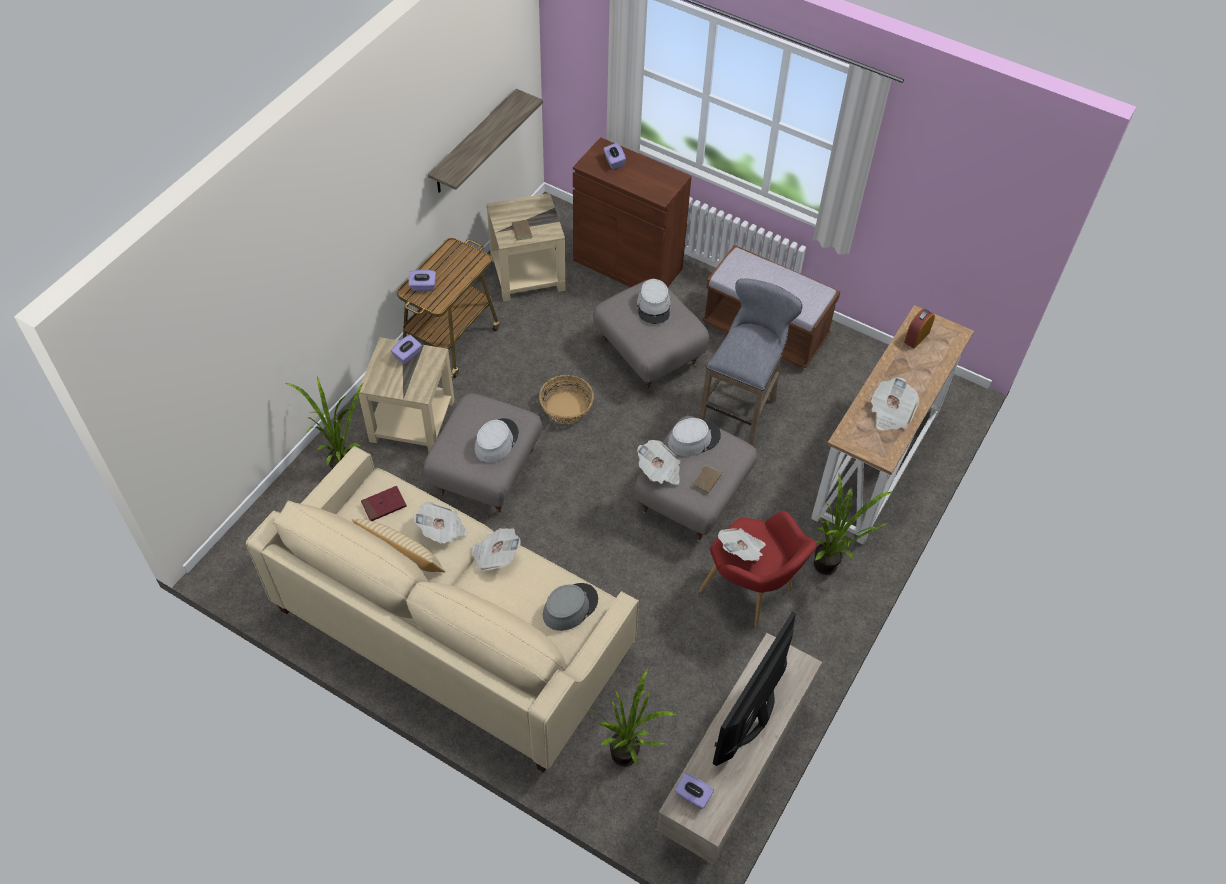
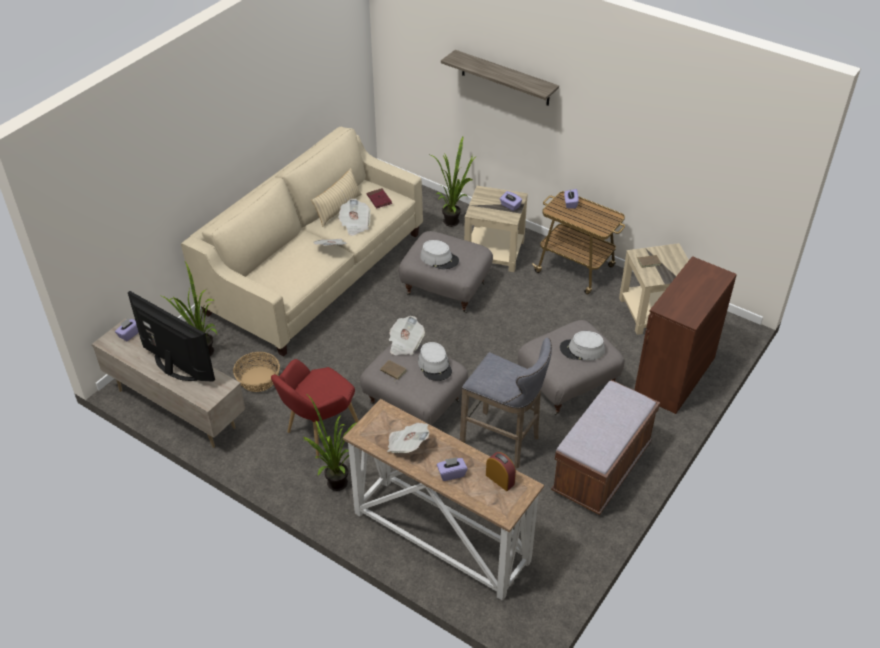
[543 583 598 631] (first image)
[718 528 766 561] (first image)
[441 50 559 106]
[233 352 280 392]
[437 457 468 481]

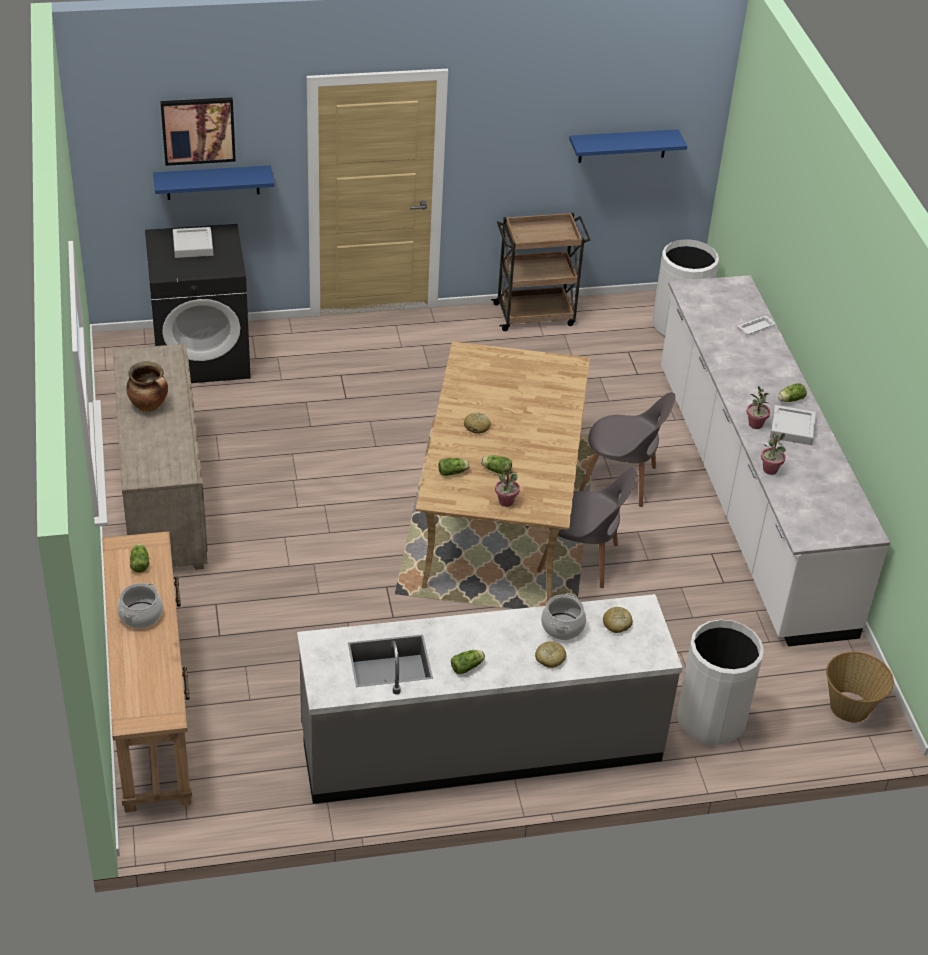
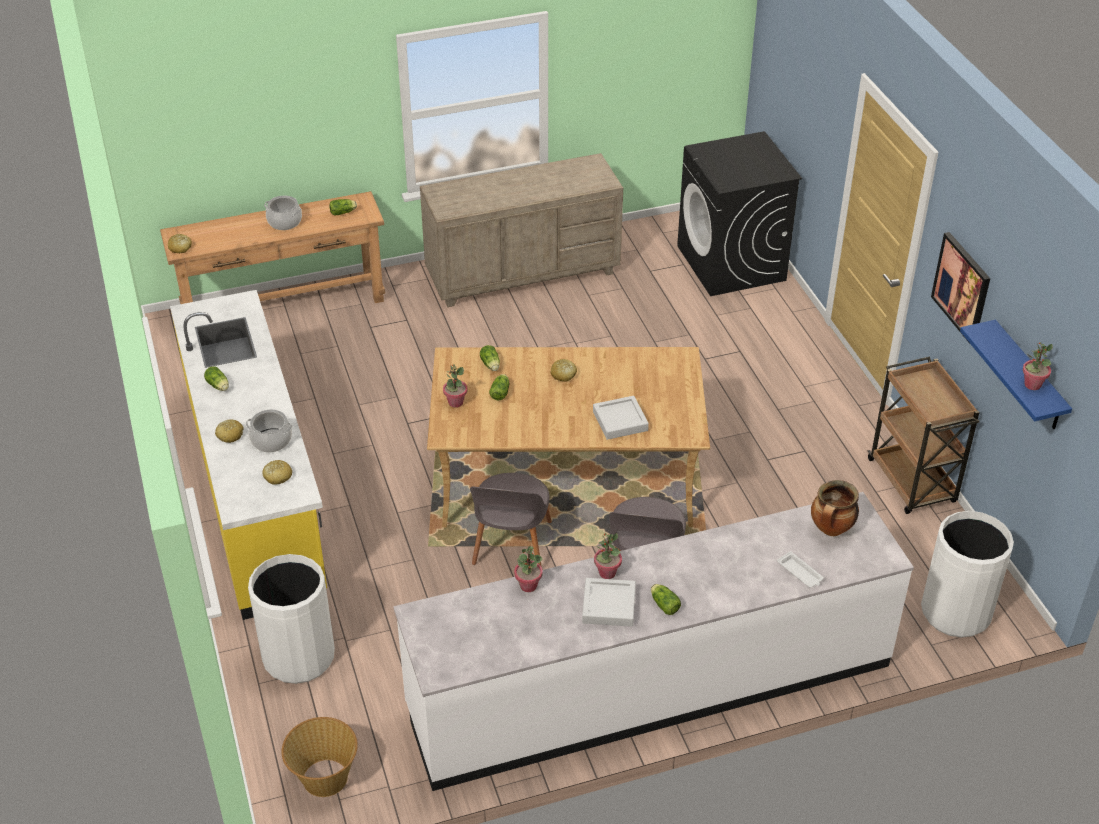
[153 165 274 200] (first image)
[168 234 192 253]
[1023 342 1053 390]
[811 480 859 536]
[931 232 990 344]
[593 396 649 440]
[170 290 327 620]

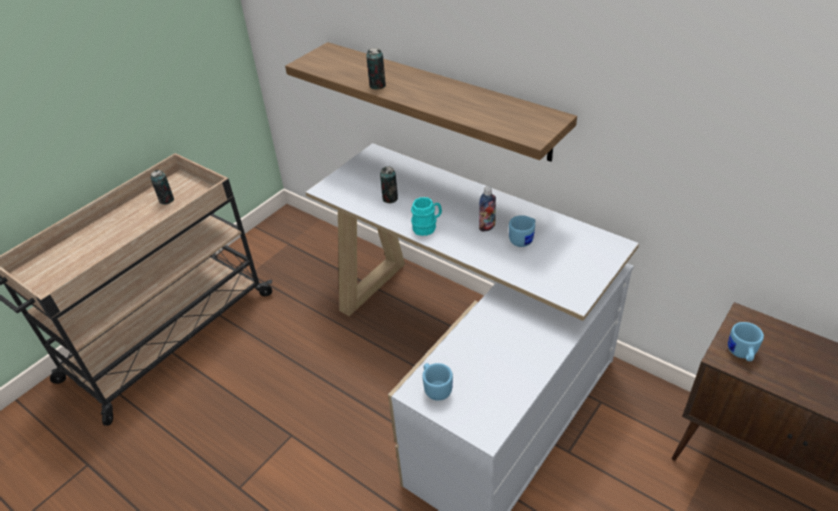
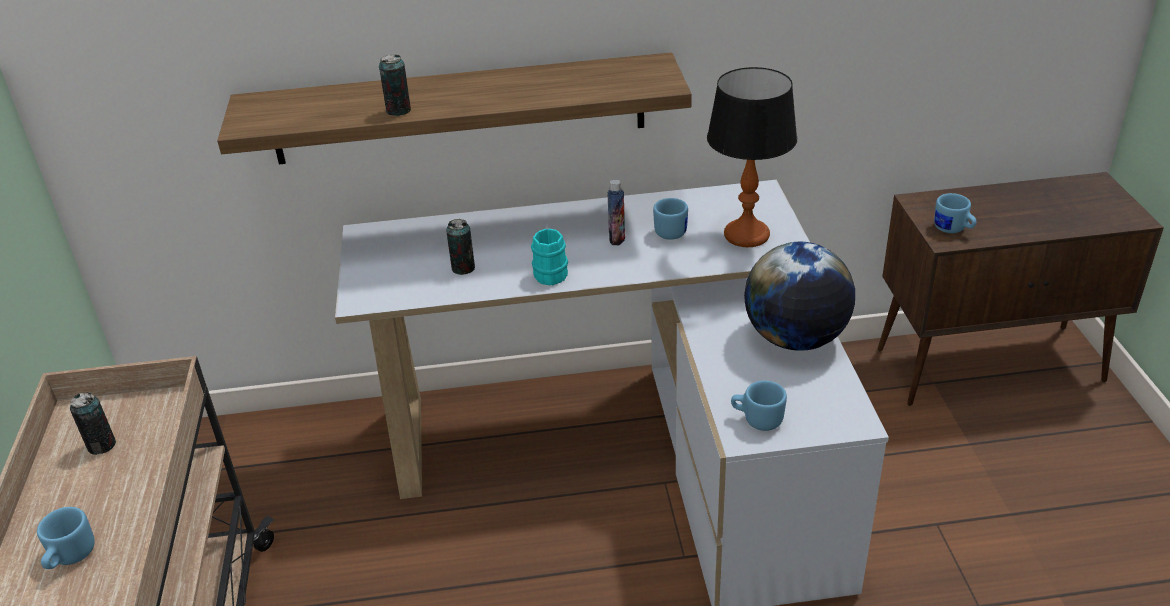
[37 507 95 569]
[707 67 797 247]
[744 242 855 351]

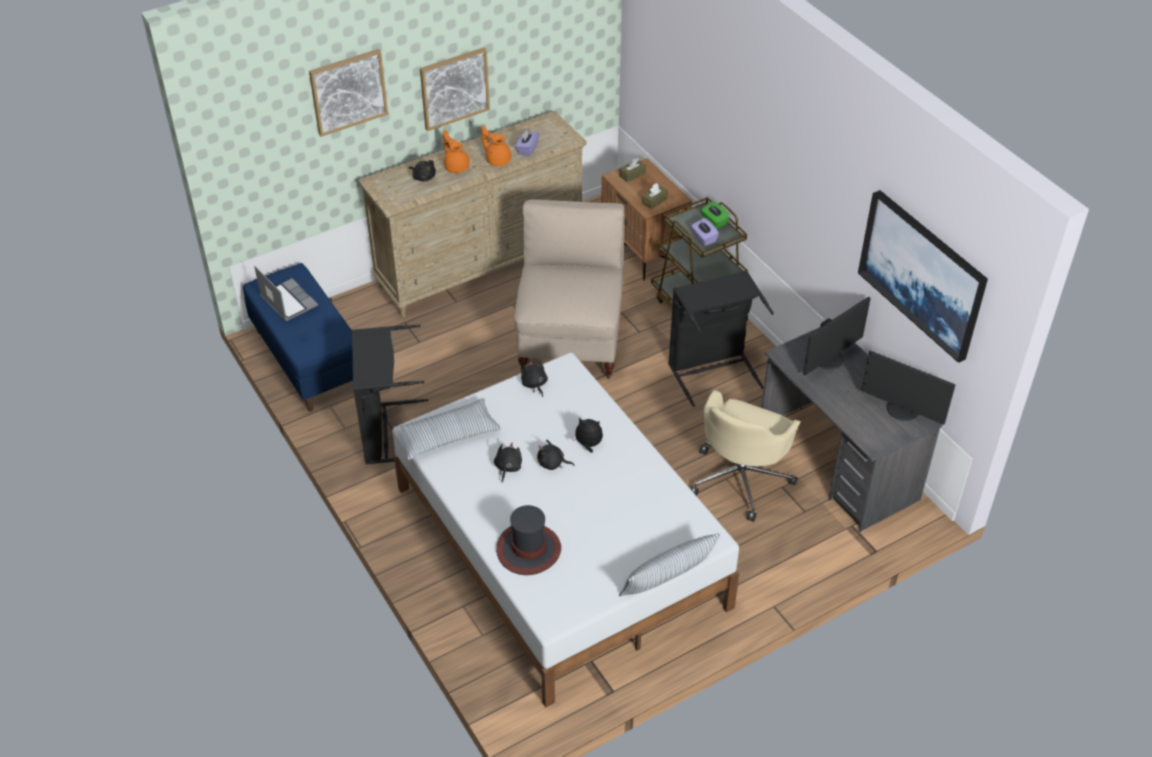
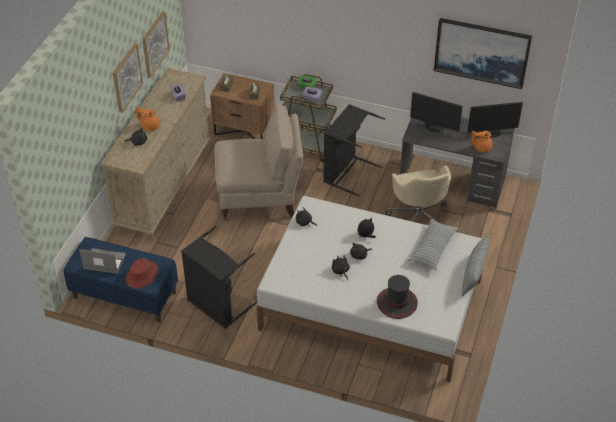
[126 258 158 288]
[142 11 170 78]
[408 219 458 271]
[471 131 493 152]
[214 104 303 221]
[410 92 463 132]

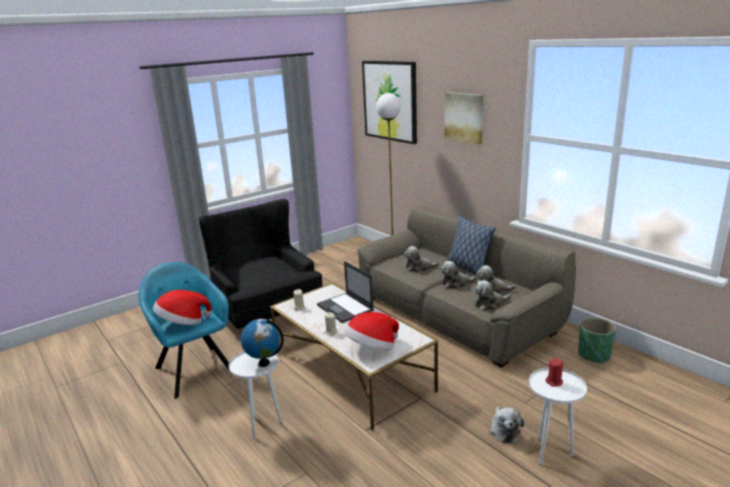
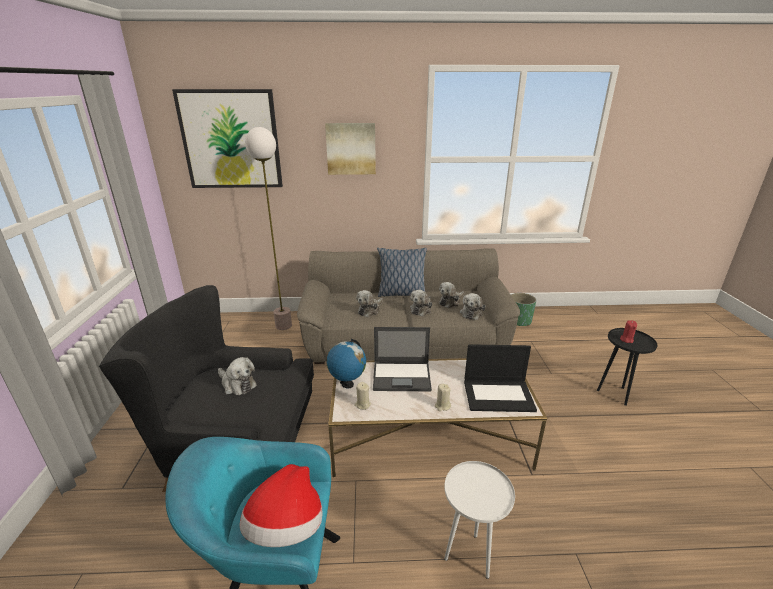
[327 339 366 388]
[218 357 257 395]
[464 344 537 412]
[597 328 657 406]

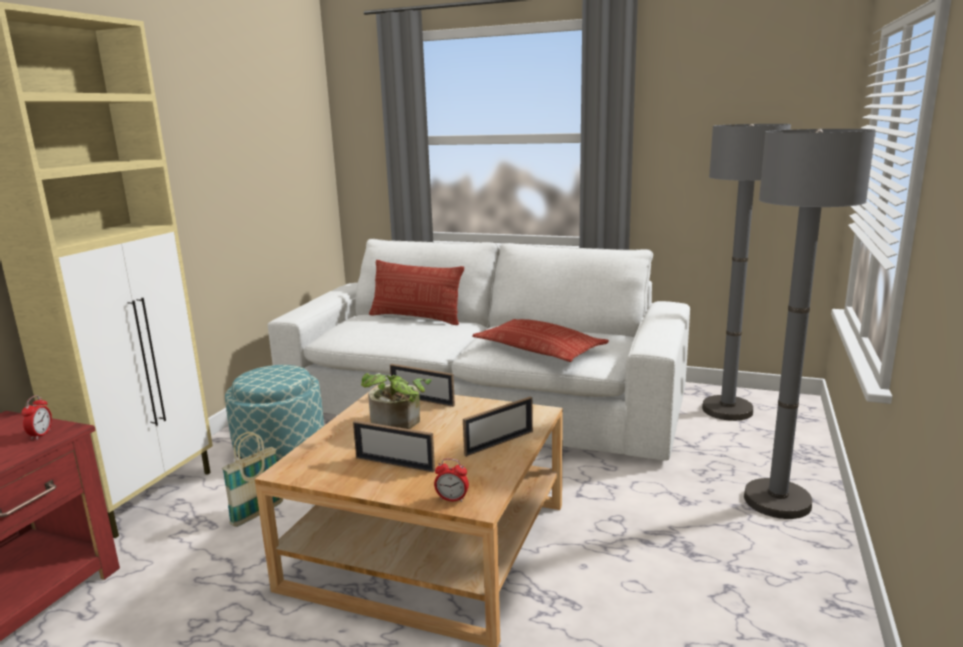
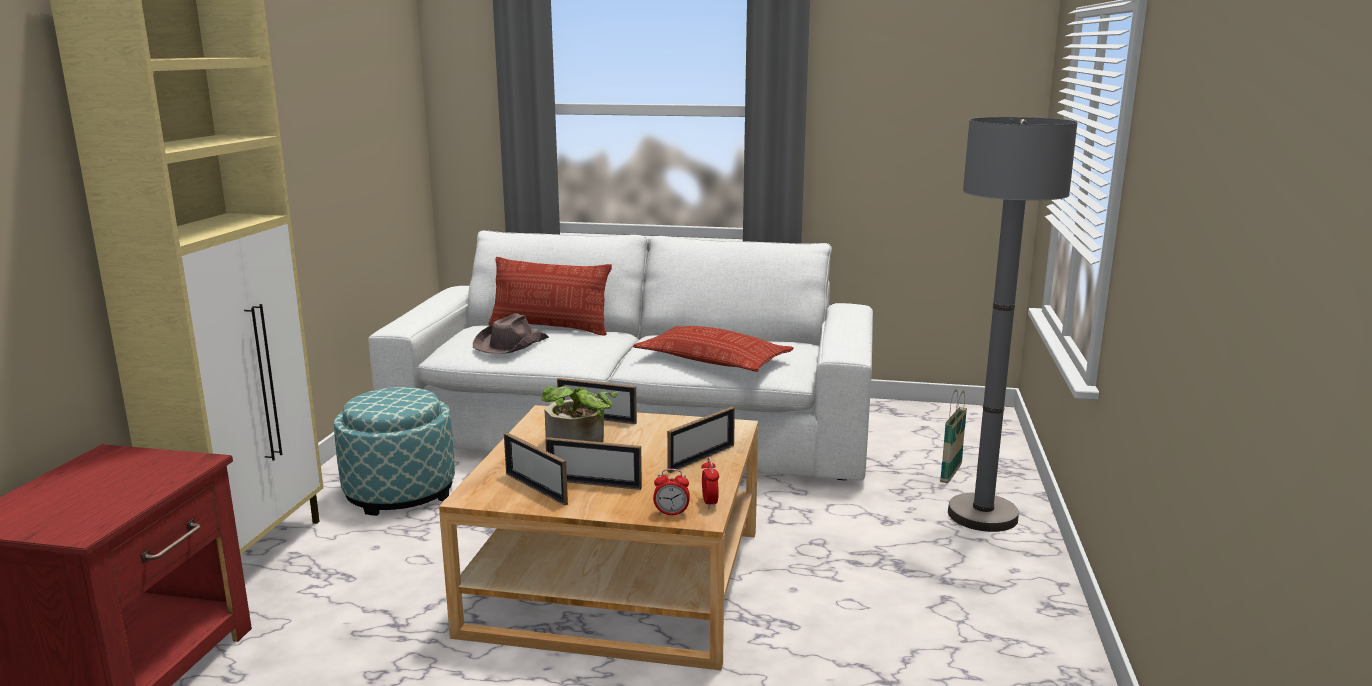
[702 124 791 421] (first image)
[473 313 549 354]
[504 432 568 506]
[701 457 719 508]
[940 389 967 483]

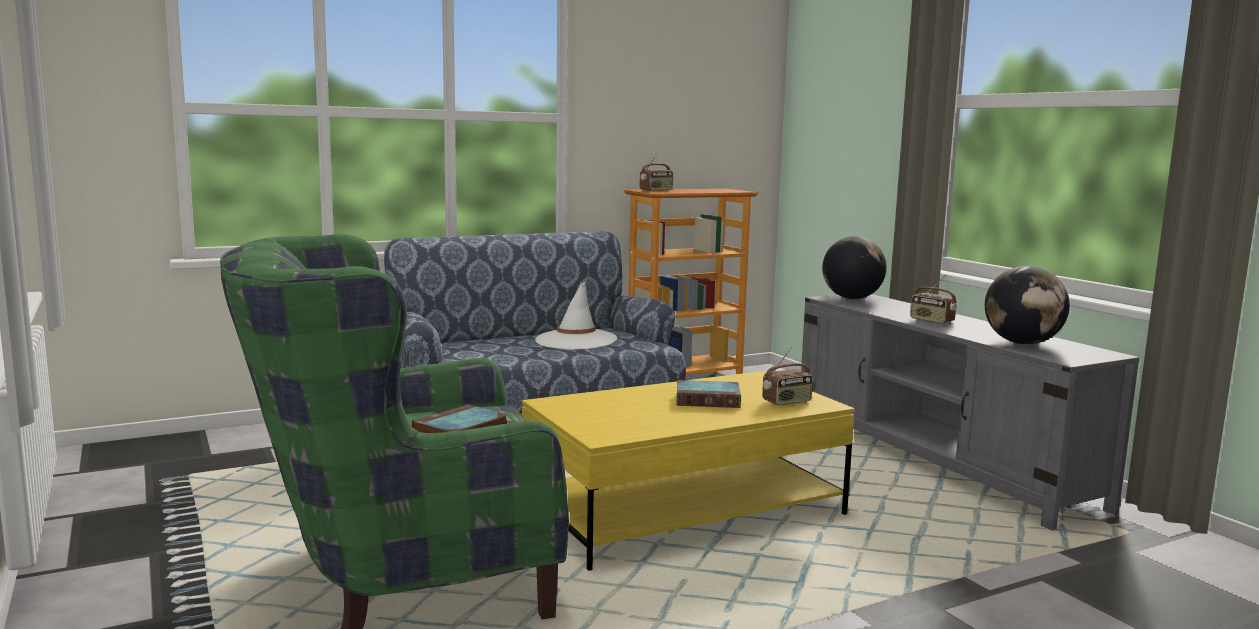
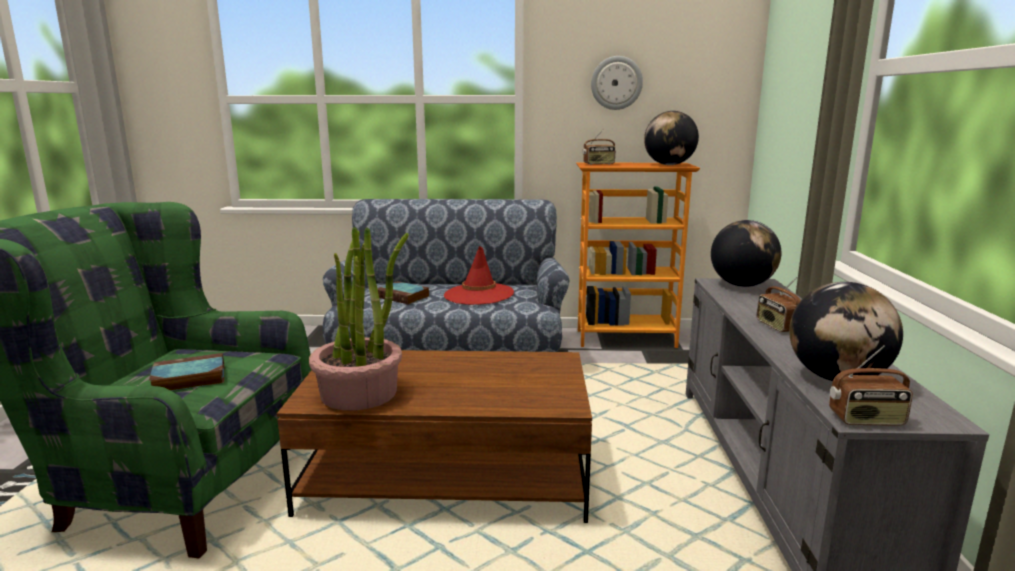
[309 227 409 410]
[591 56 643 110]
[644 111 699 165]
[377 281 429 304]
[829 345 913 425]
[277 350 592 523]
[444 246 514 305]

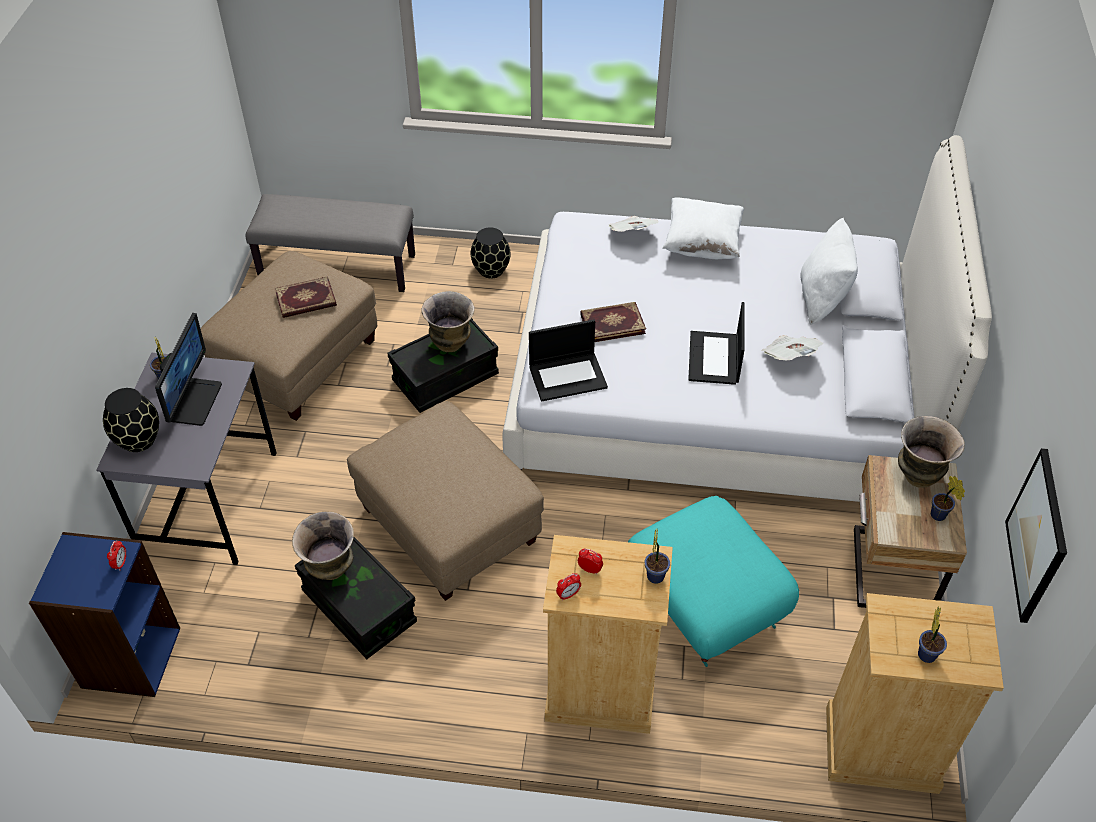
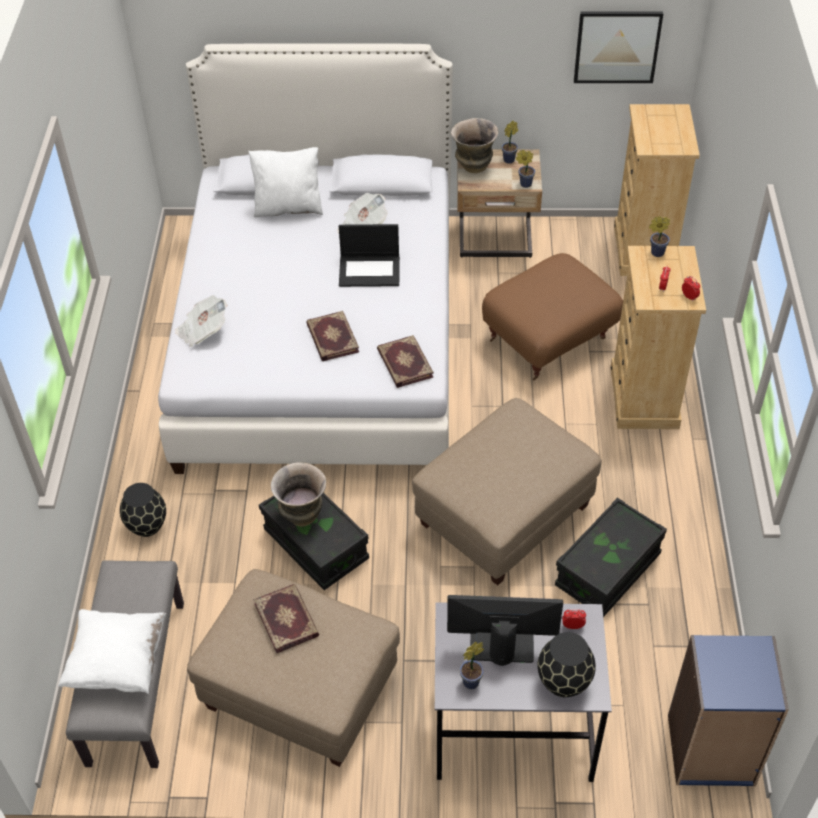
[292 512 354 580] (first image)
[562 609 586 629]
[58 609 166 694]
[516 150 535 188]
[377 335 434 388]
[482 253 623 380]

